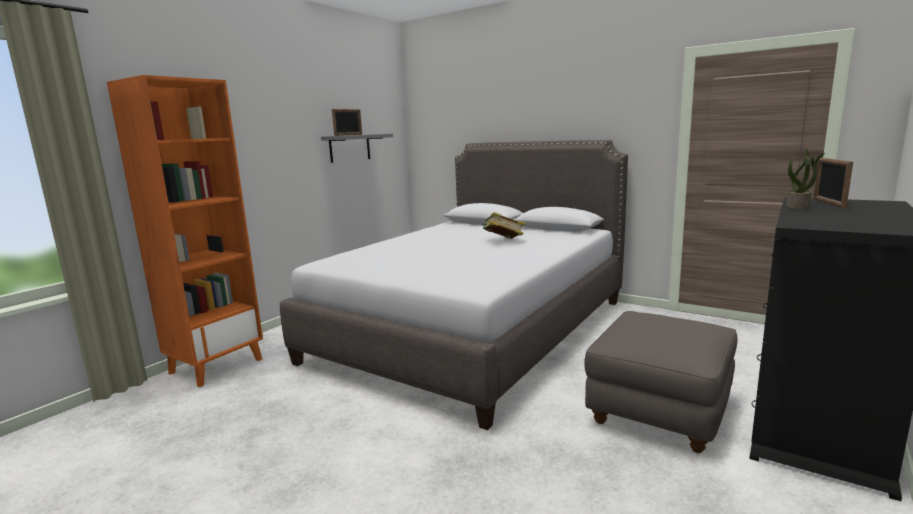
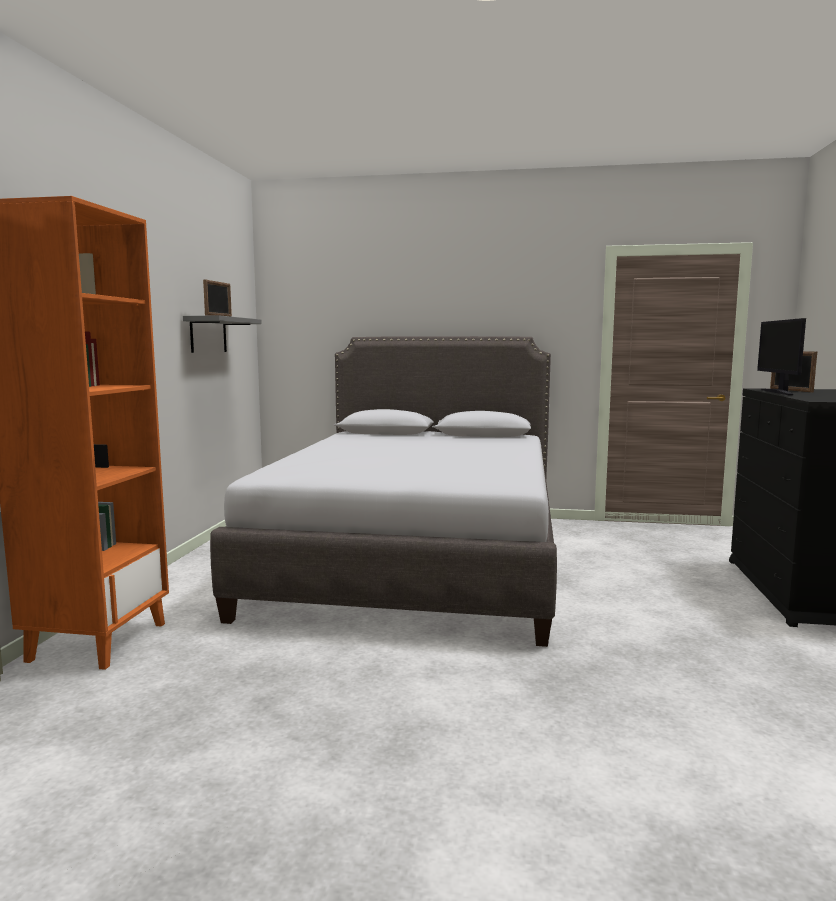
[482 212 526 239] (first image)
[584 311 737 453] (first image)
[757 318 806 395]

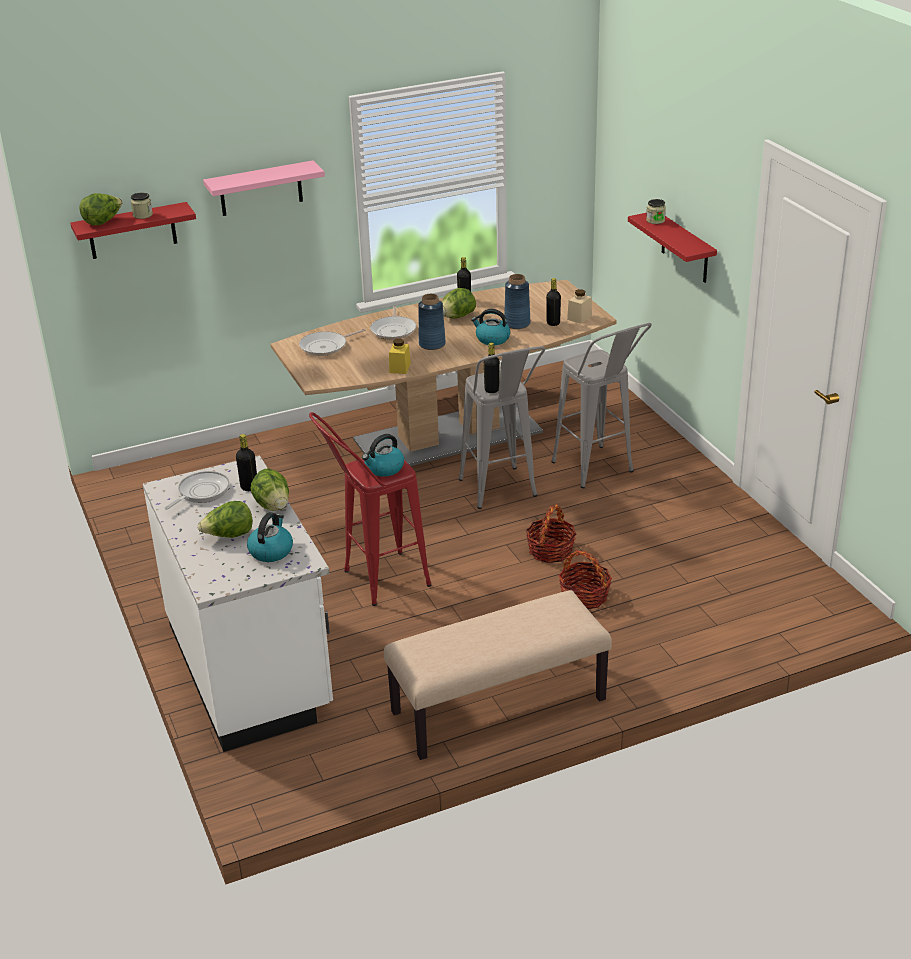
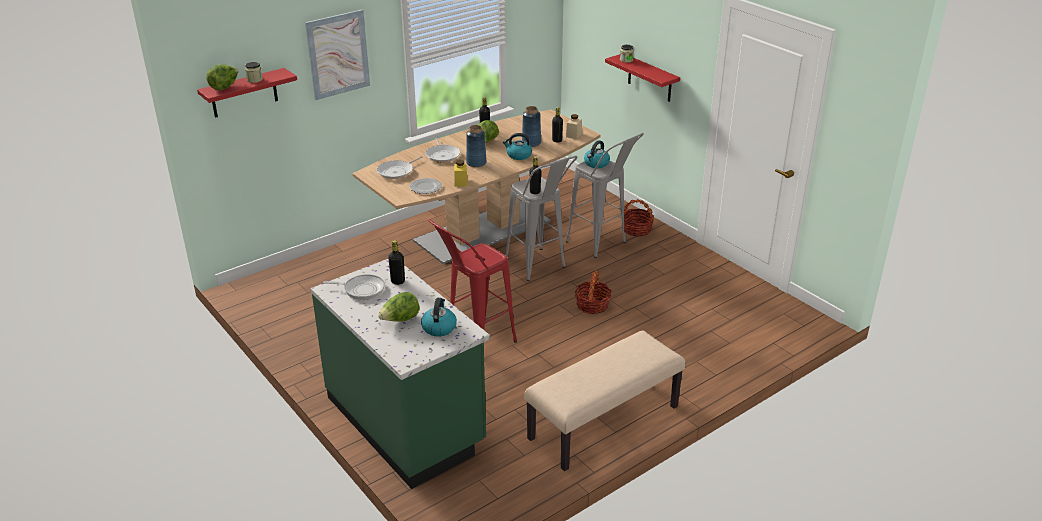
[251 469 289 511] (first image)
[410 178 442 194]
[584 140 610 168]
[624 199 654 237]
[305 10 370 100]
[311 259 490 489]
[323 274 385 300]

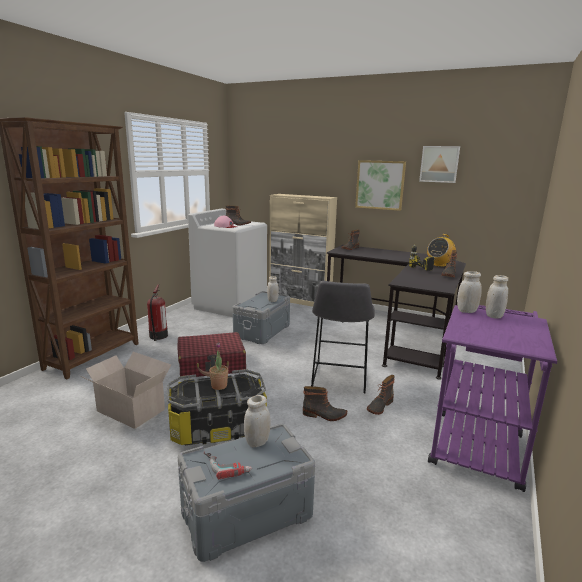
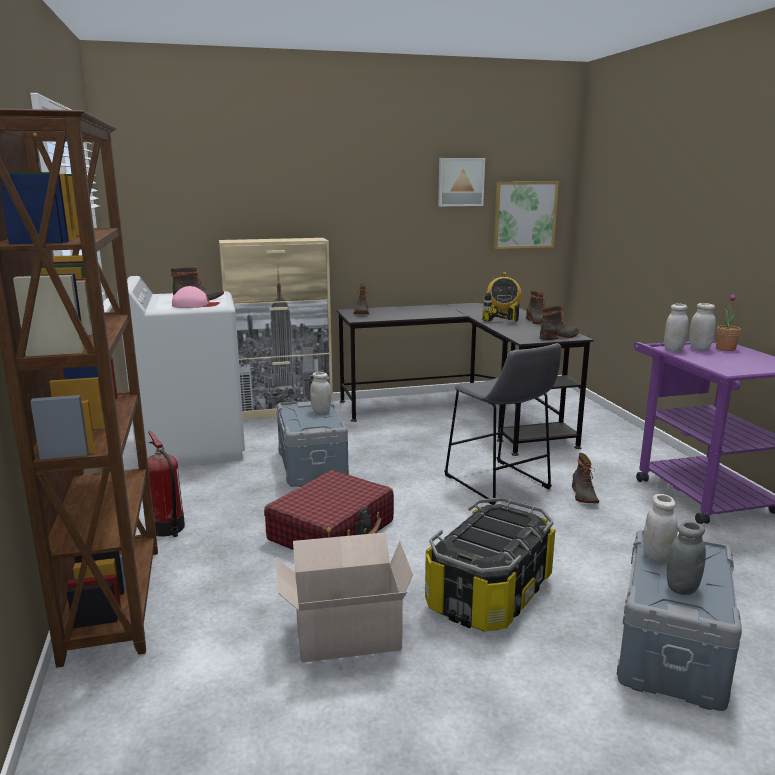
[716 294 741 351]
[540 305 579 340]
[494 181 559 249]
[667 521 706 595]

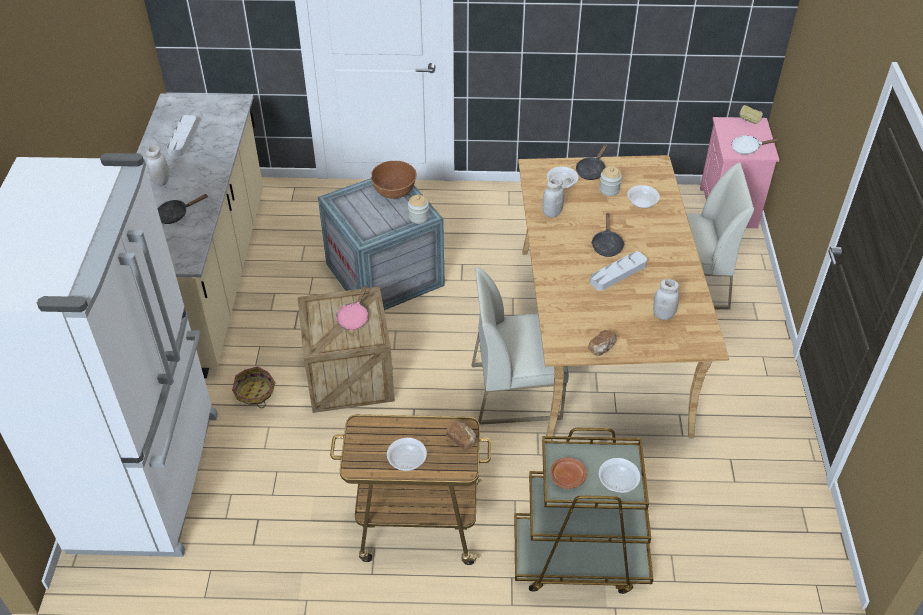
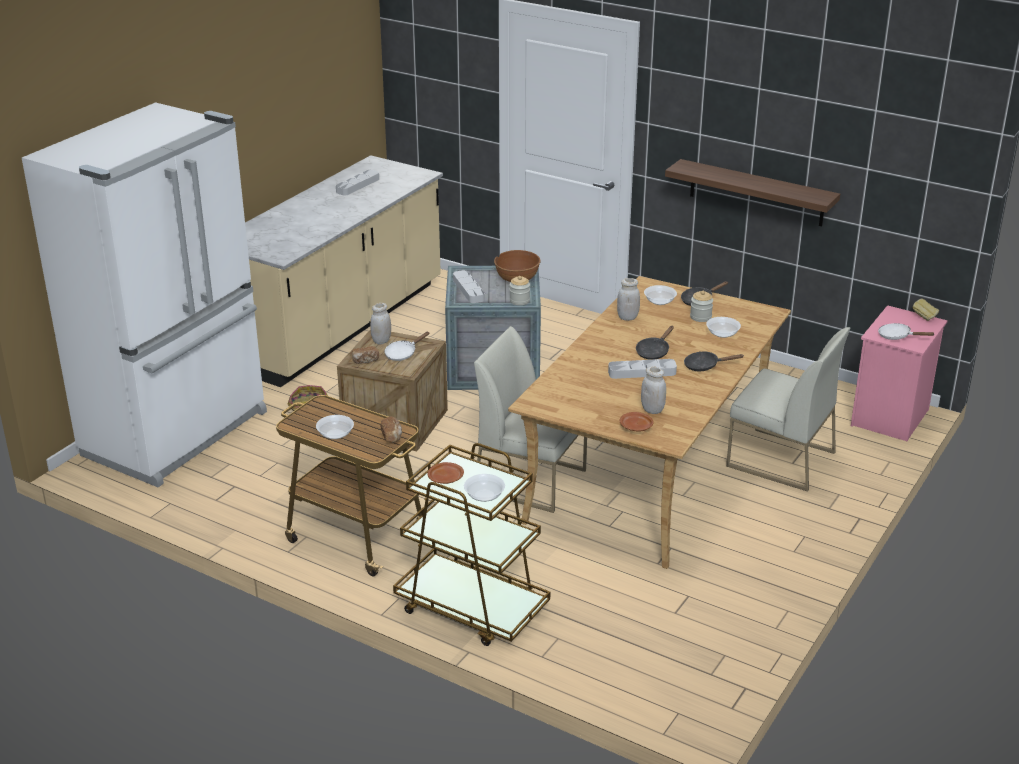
[453 270 485 303]
[619 412 654 432]
[665 159 840 226]
[370 303 391 345]
[684 351 743 371]
[352 346 379 364]
[384 332 430 361]

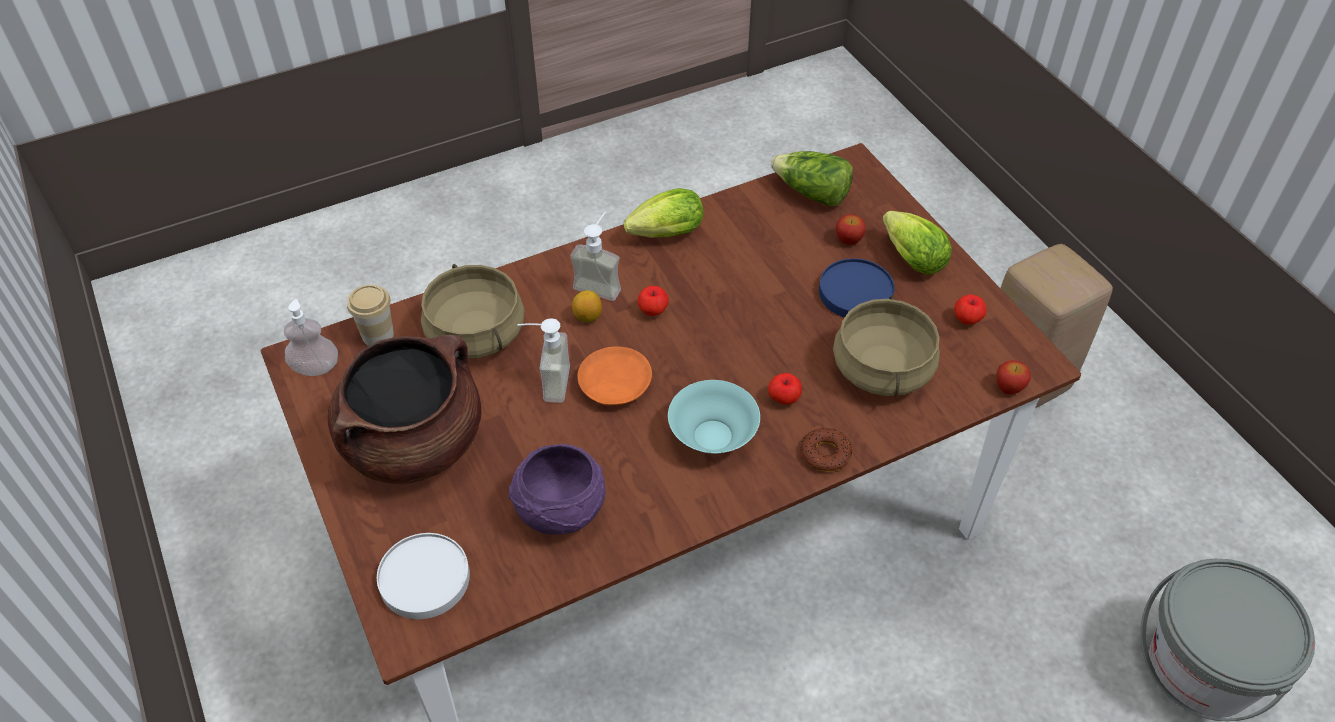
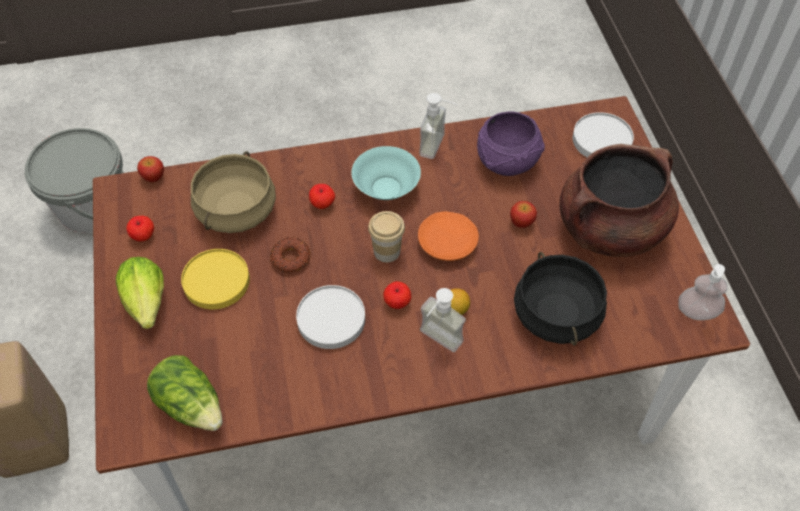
[624 188 703 238] (first image)
[296 285 365 349]
[368 211 405 263]
[419 93 458 159]
[270 237 311 272]
[510 201 537 228]
[514 252 607 345]
[181 249 250 309]

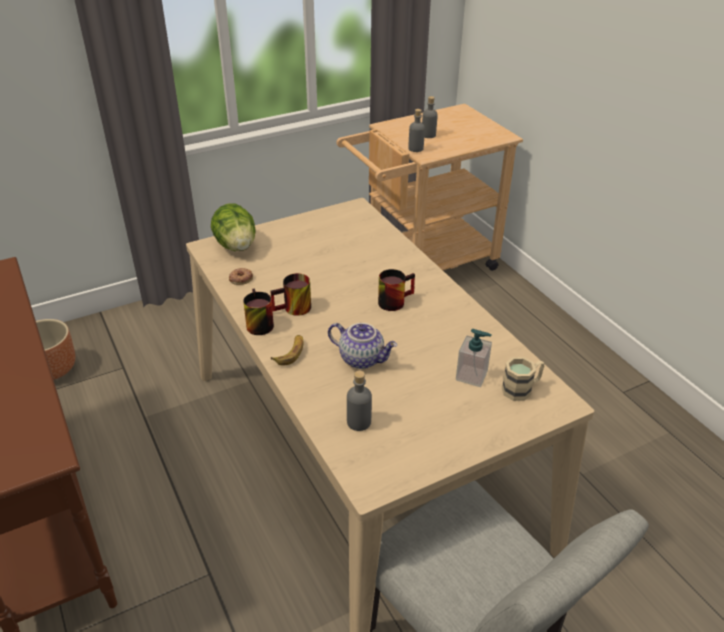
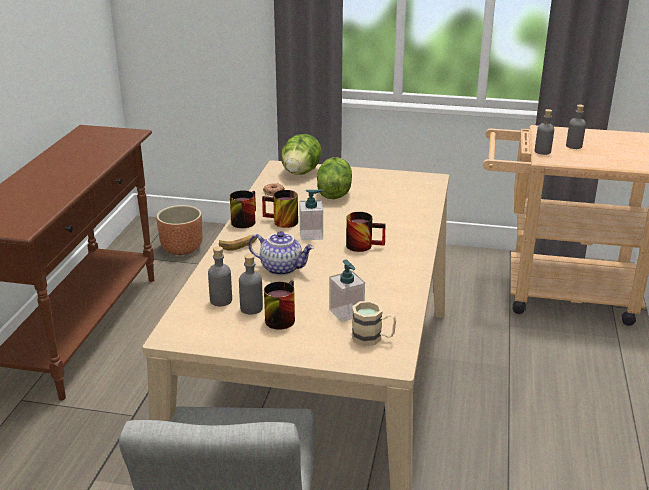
[239 254 263 315]
[264 280 295 330]
[299 190 323 240]
[317 157 352 199]
[248 231 314 276]

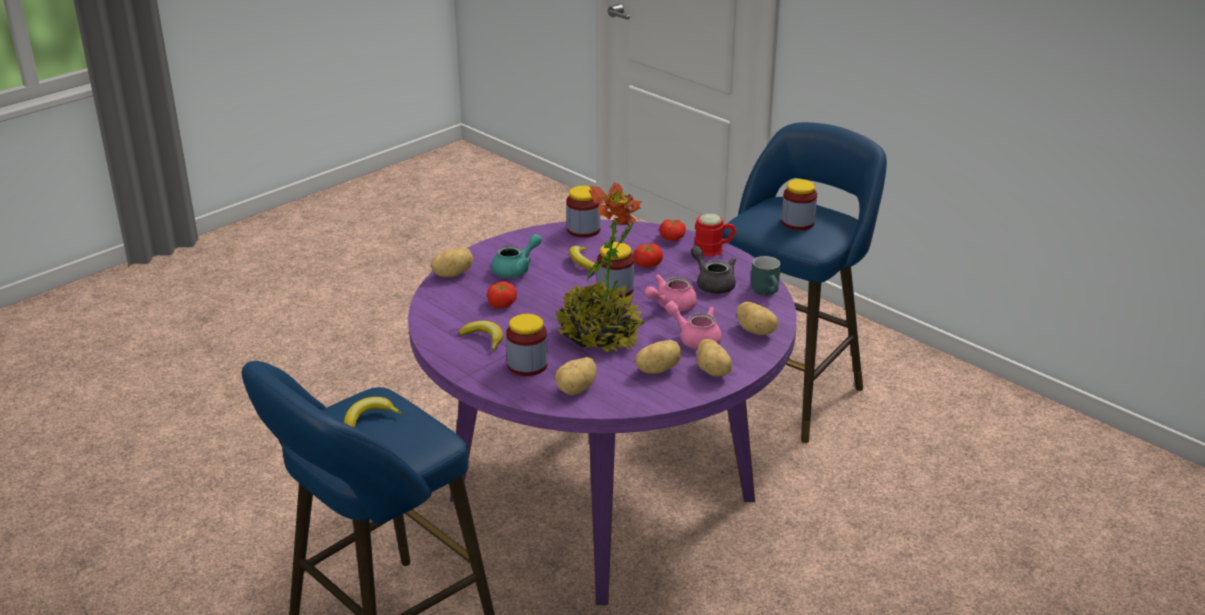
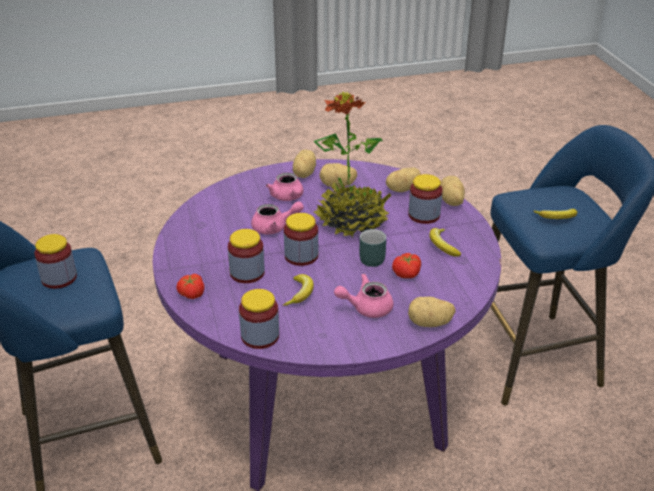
[691 246 736 294] (first image)
[695 213 736 257] (first image)
[440 176 465 206]
[359 229 386 267]
[228 229 265 283]
[334 274 393 318]

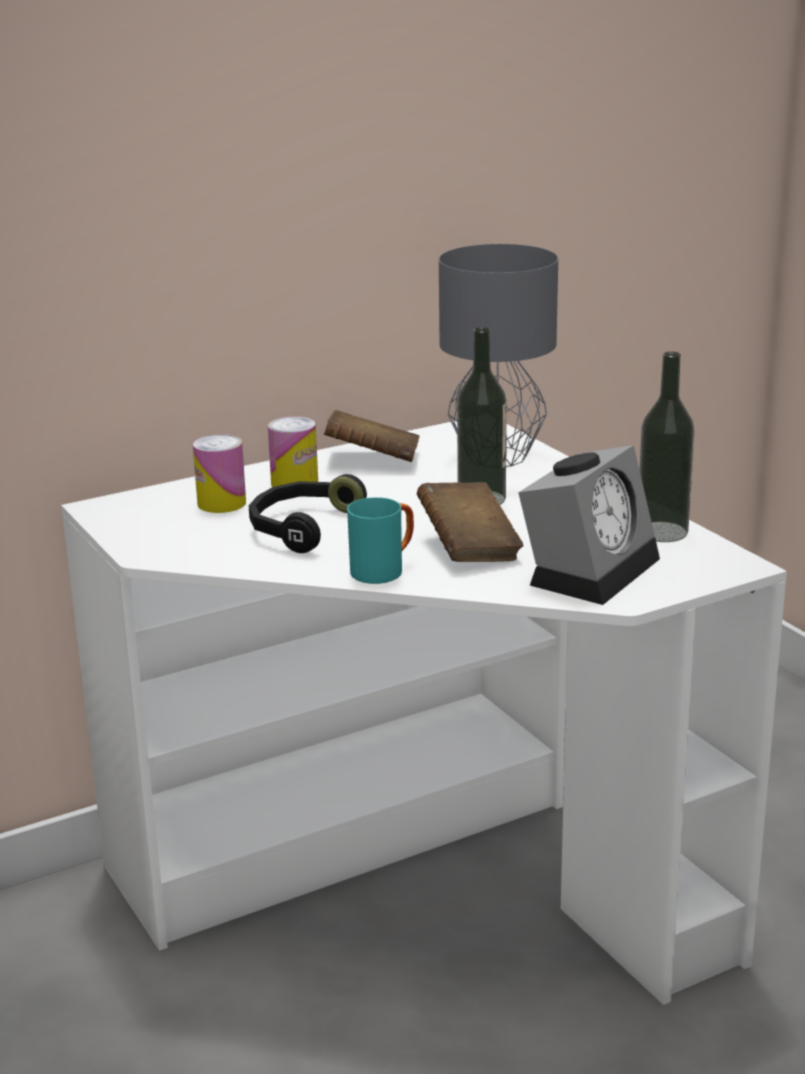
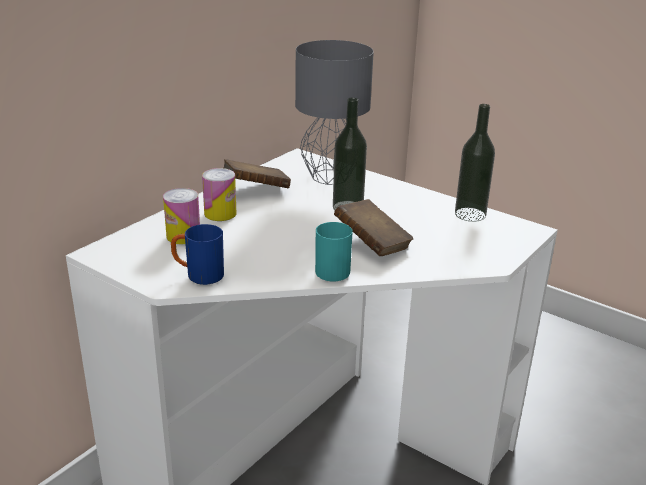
[249 474 367 553] (first image)
[518 445 660 605] (first image)
[171 224 224 285]

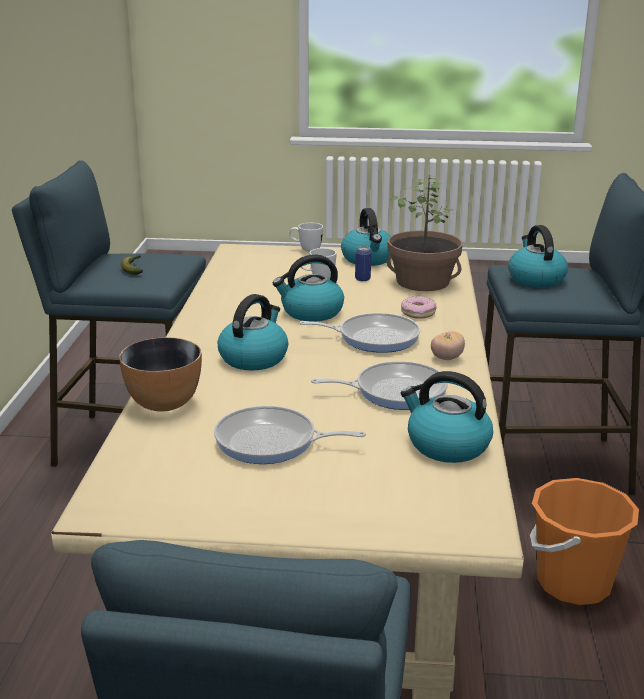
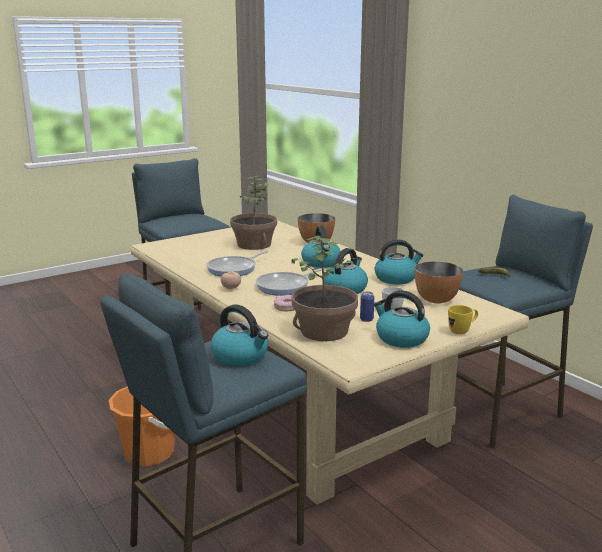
[414 261 463 303]
[375 240 423 285]
[230 176 277 250]
[448 305 478 334]

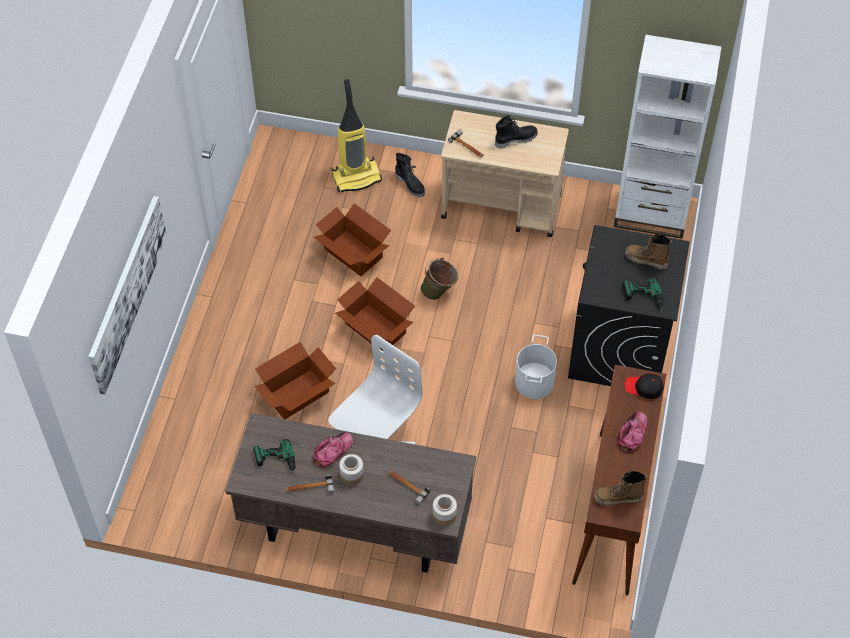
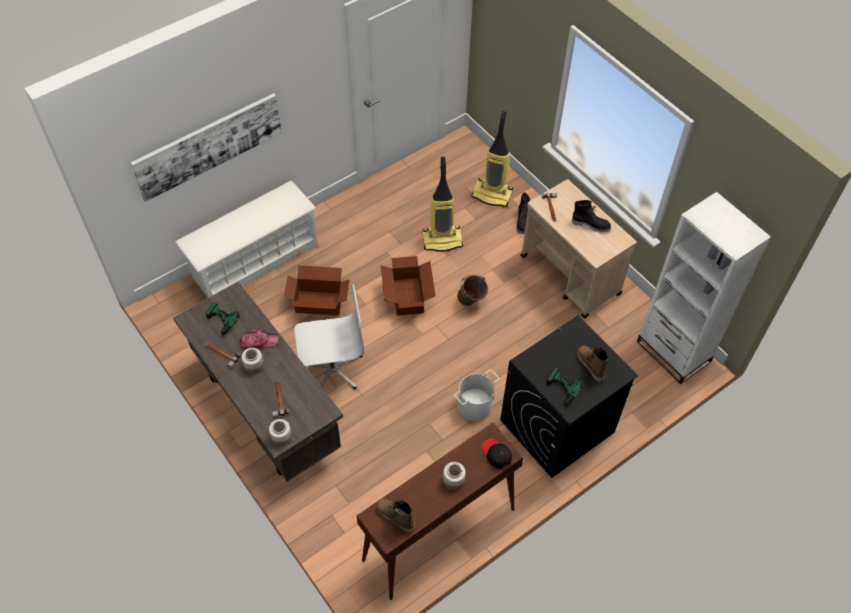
[175 181 318 298]
[423 157 463 252]
[443 462 466 490]

